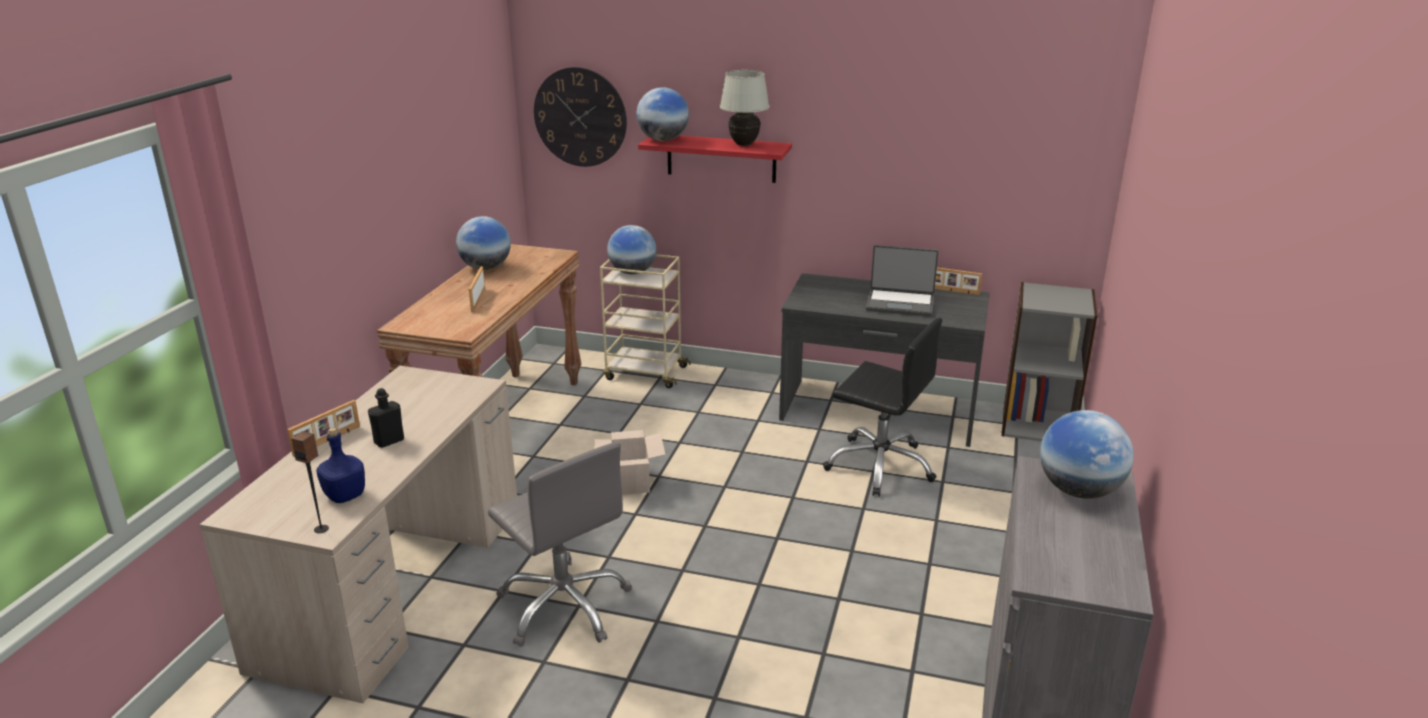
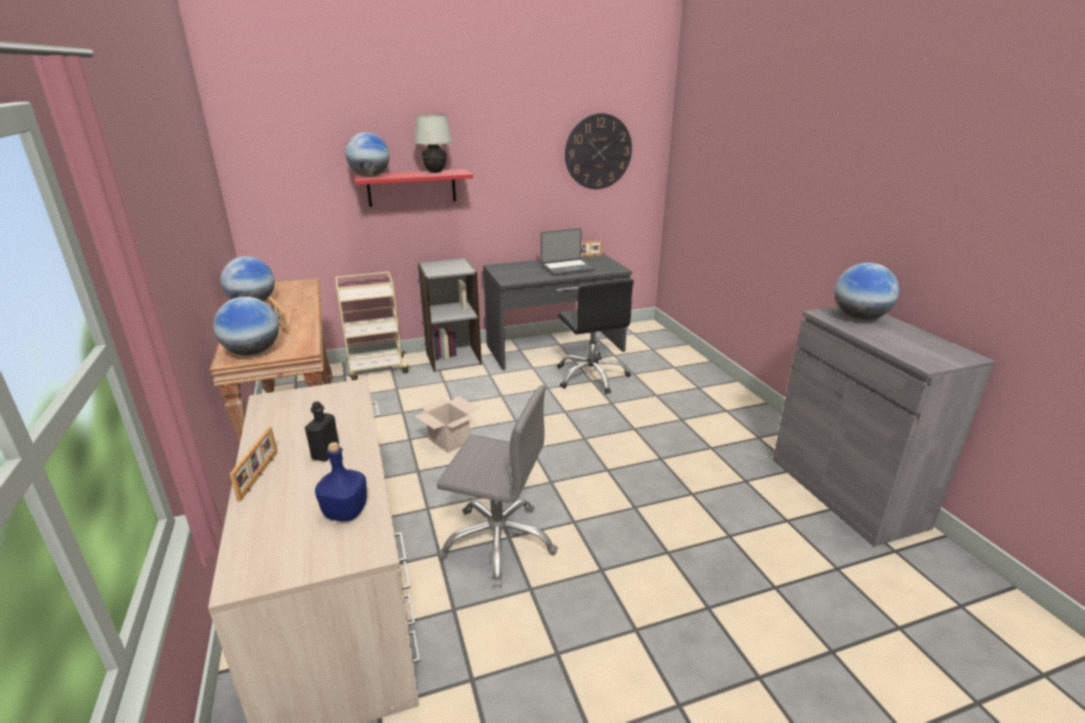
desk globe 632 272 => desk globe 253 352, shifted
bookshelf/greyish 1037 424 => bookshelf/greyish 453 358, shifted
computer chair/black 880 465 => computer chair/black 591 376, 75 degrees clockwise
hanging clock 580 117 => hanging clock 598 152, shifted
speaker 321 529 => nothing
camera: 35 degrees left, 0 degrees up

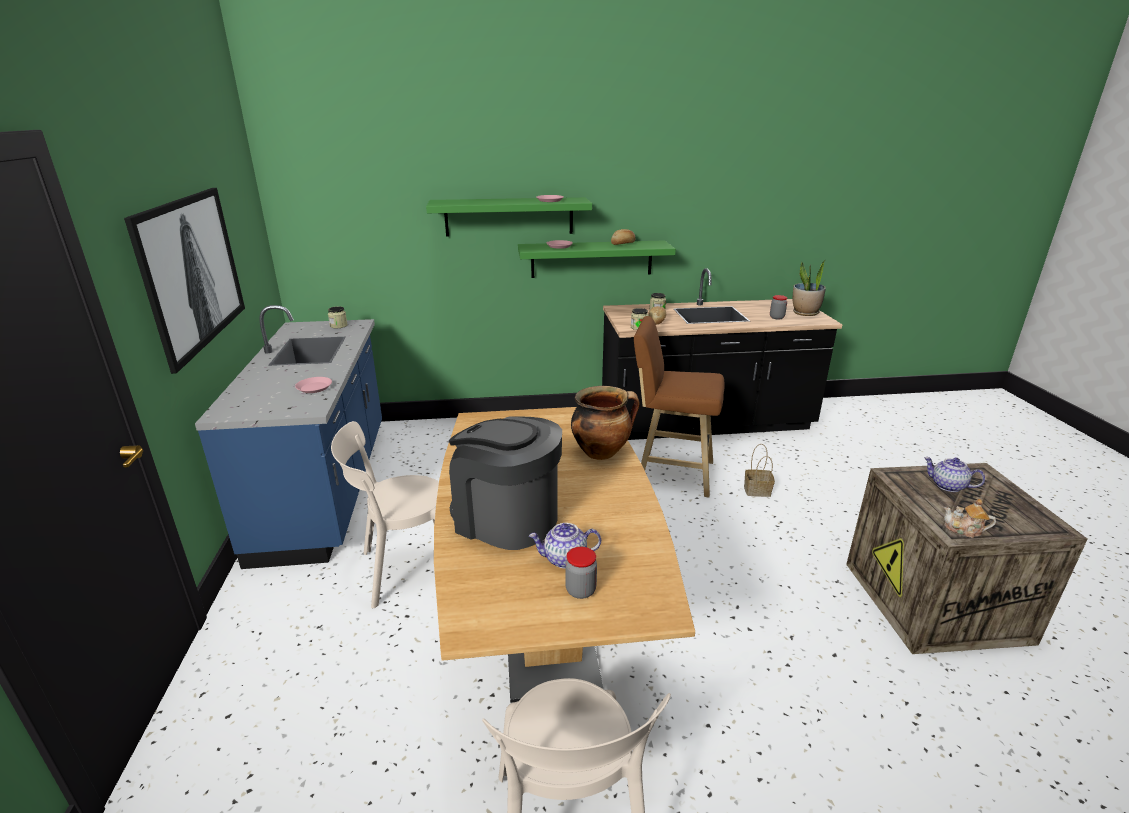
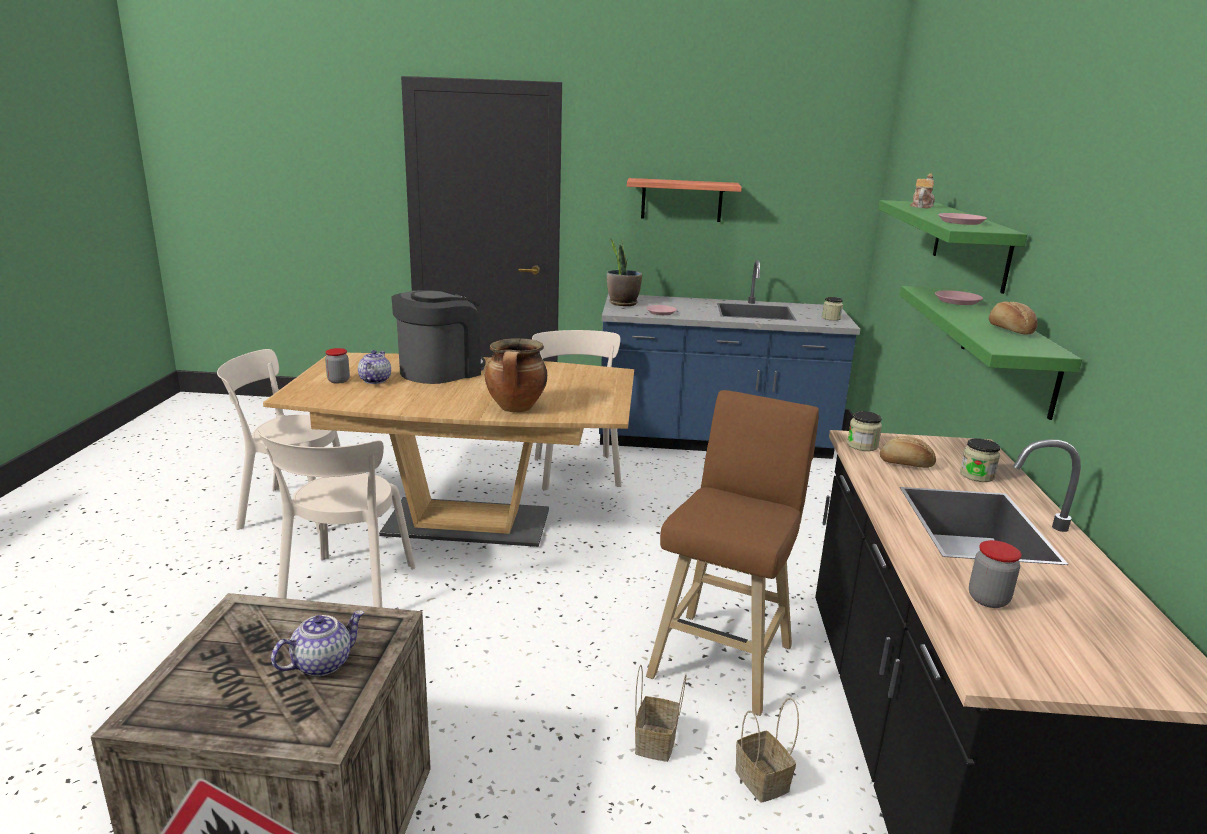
nothing => plain chair/beige-coloured 346 591
plant in a pot 805 313 => plant in a pot 622 303, shifted
wall art 190 272 => bracket shelf 681 200
nothing => household basket 763 781
teapot 964 530 => teapot 921 206, shifted
camera: 100 degrees right, 5 degrees down

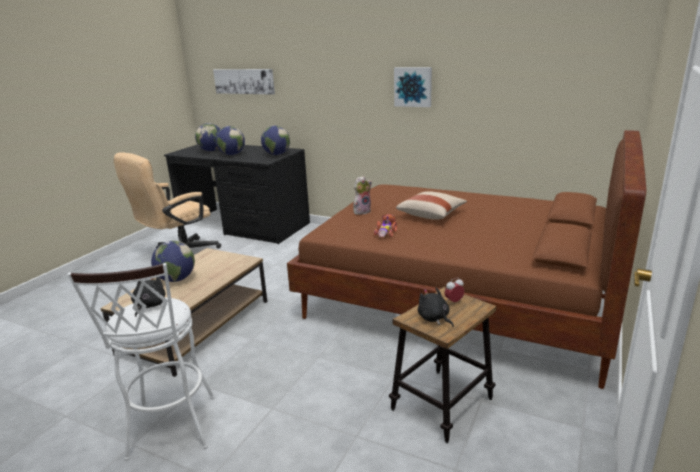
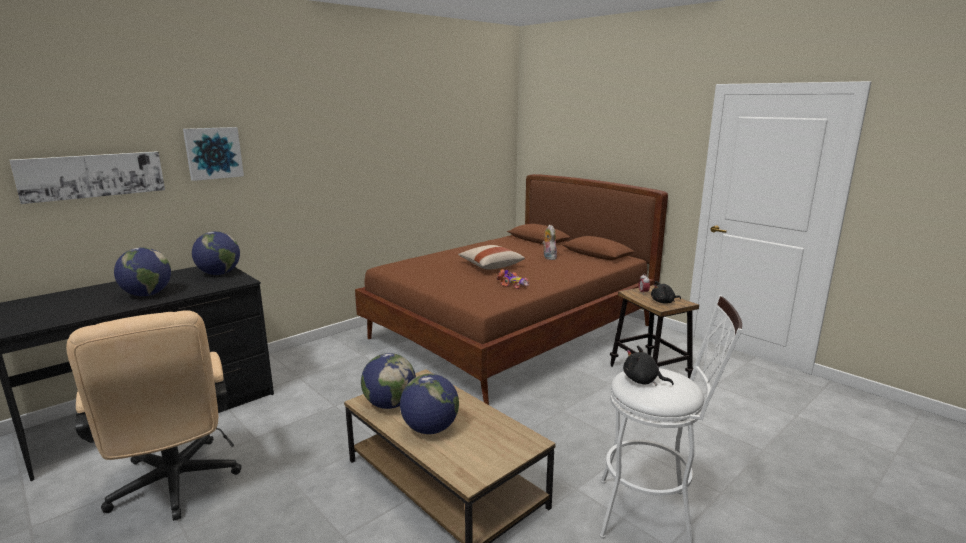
wall art 413 86 => wall art 213 153, shifted
desk globe 211 150 => desk globe 389 404, shifted
soft toy 362 211 => soft toy 548 257, shifted
camera: 70 degrees left, 5 degrees down

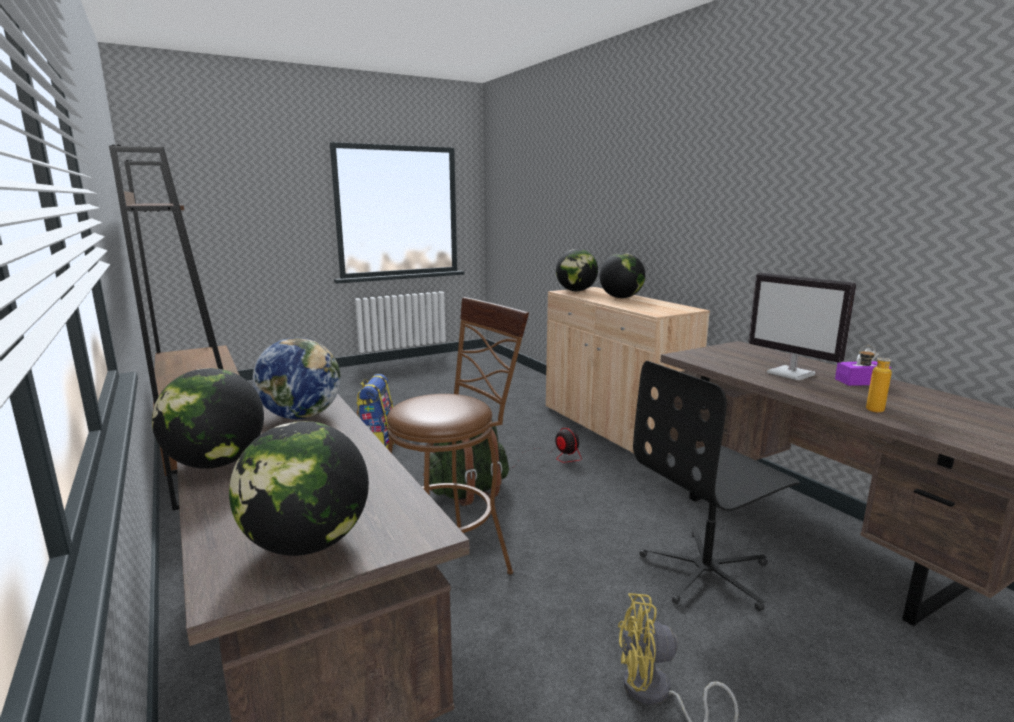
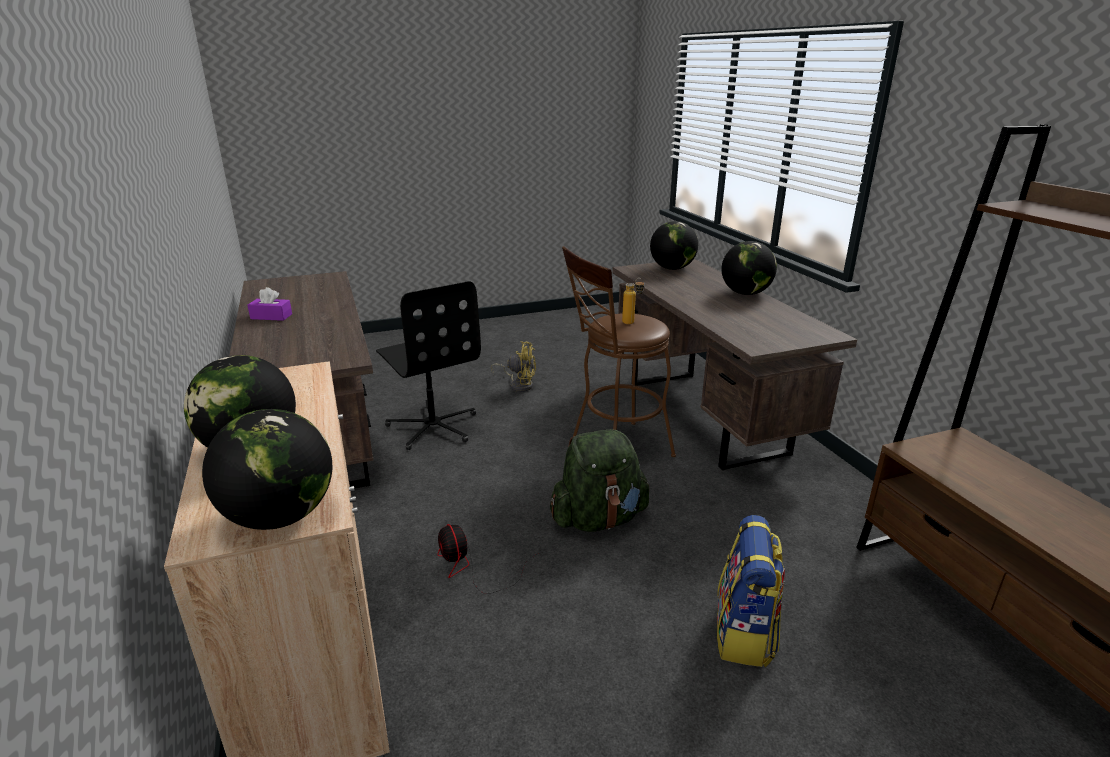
computer chair/black 707 572 => computer chair/black 433 426, 75 degrees clockwise
beverage bottle 867 409 => beverage bottle 632 323, shifted
desk globe 302 416 => nothing
monitor 791 374 => nothing
camera: 170 degrees left, 10 degrees up

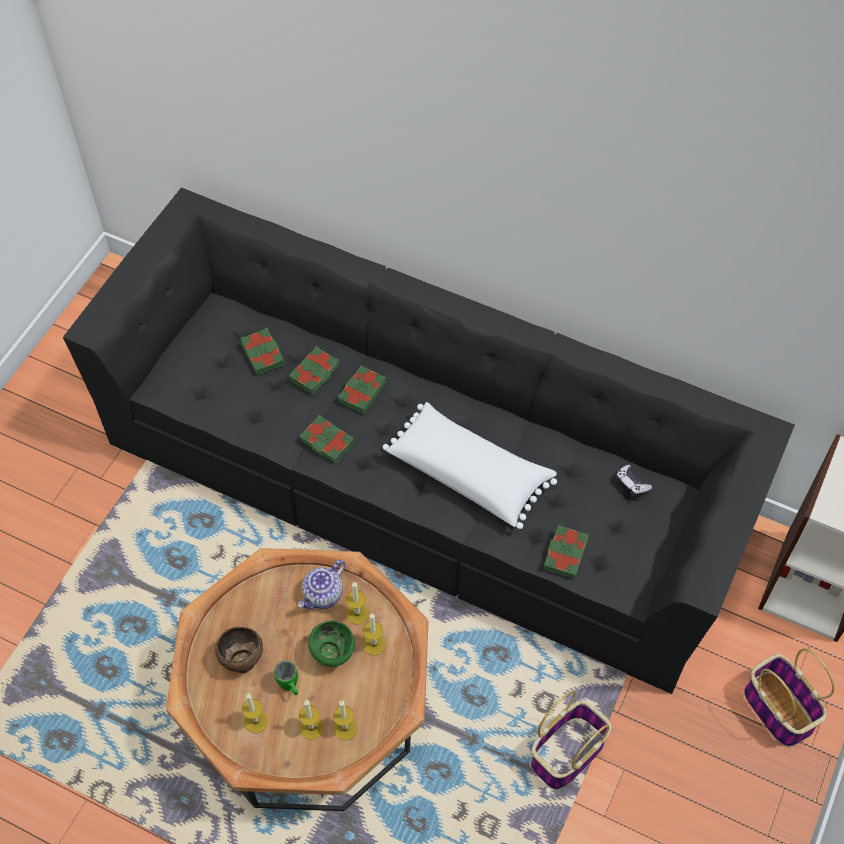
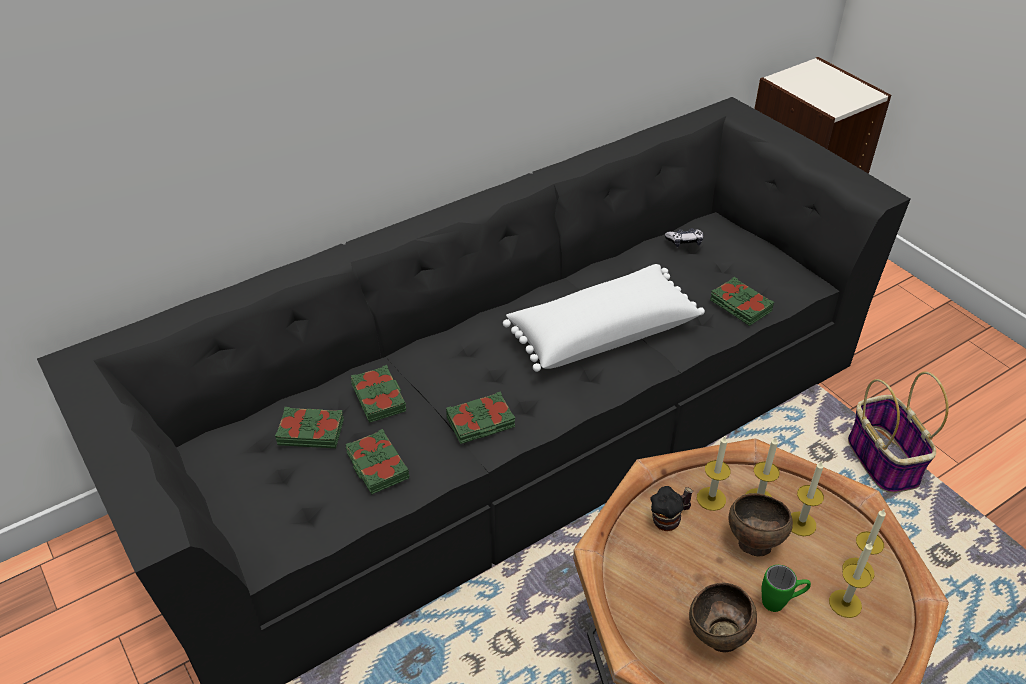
volume/green-coloured 361 392 => volume/green-coloured 377 466, shifted
teapot 323 595 => coffee mug 669 519
bowl/green-coloured 332 654 => bowl/brown 752 543
candle 256 721 => candle 801 524, shifted
household basket 777 708 => nothing
camera: 60 degrees left, 15 degrees down

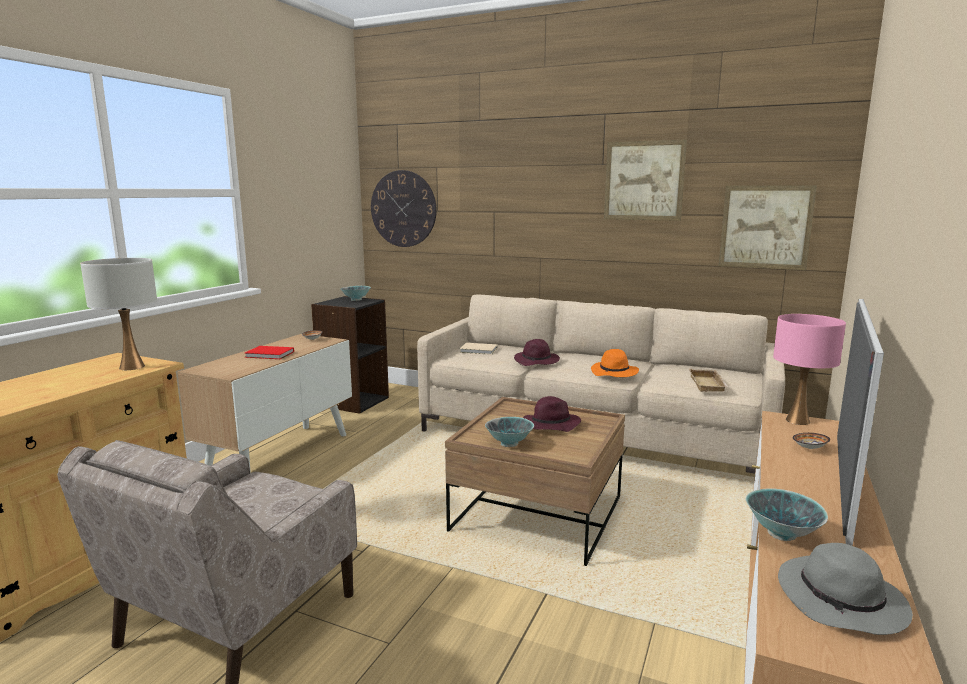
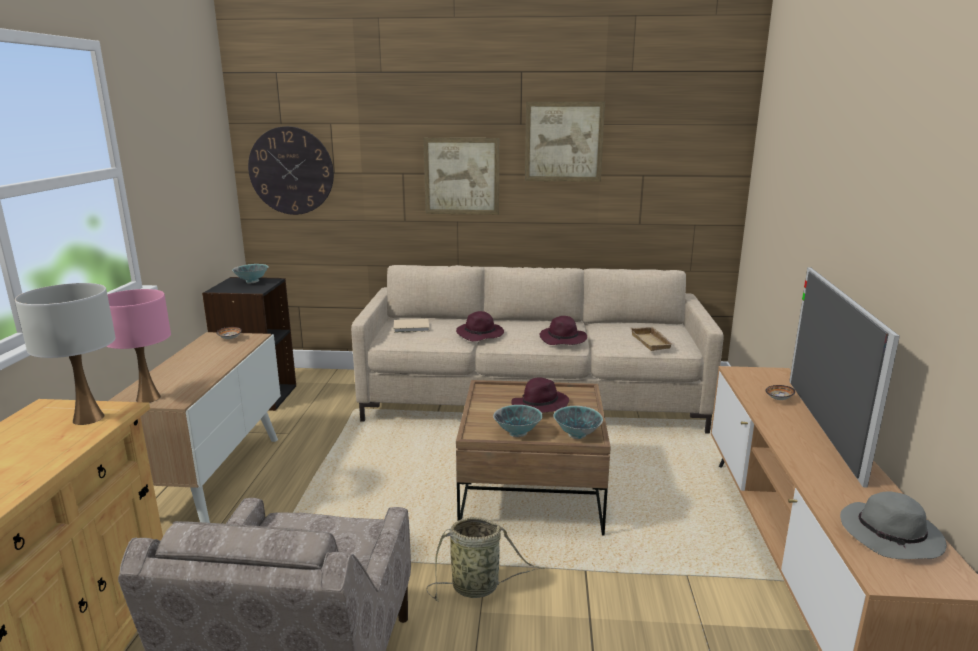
table lamp/pinkish 797 421 => table lamp/pinkish 148 398, shifted
wall art 765 227 => wall art 461 176, shifted
nothing => household basket 478 587
wearable hat/orange-coloured 614 373 => wearable hat/purple 563 339
bowl 781 534 => bowl 576 435, shifted
volume/red 270 355 => nothing
camera: 20 degrees left, 5 degrees up

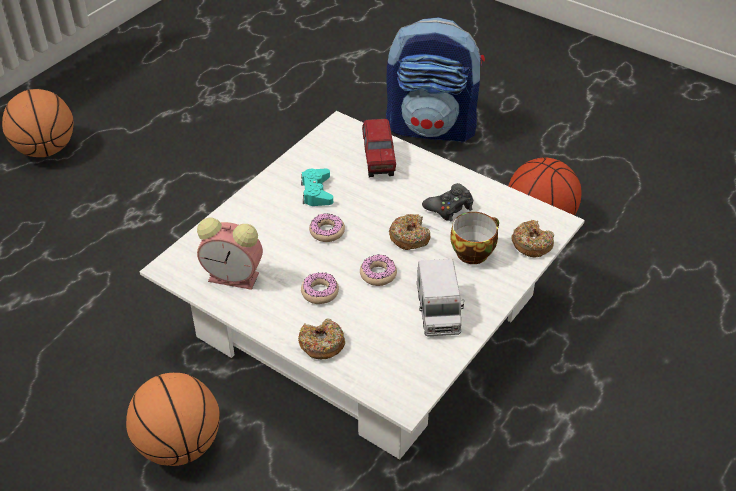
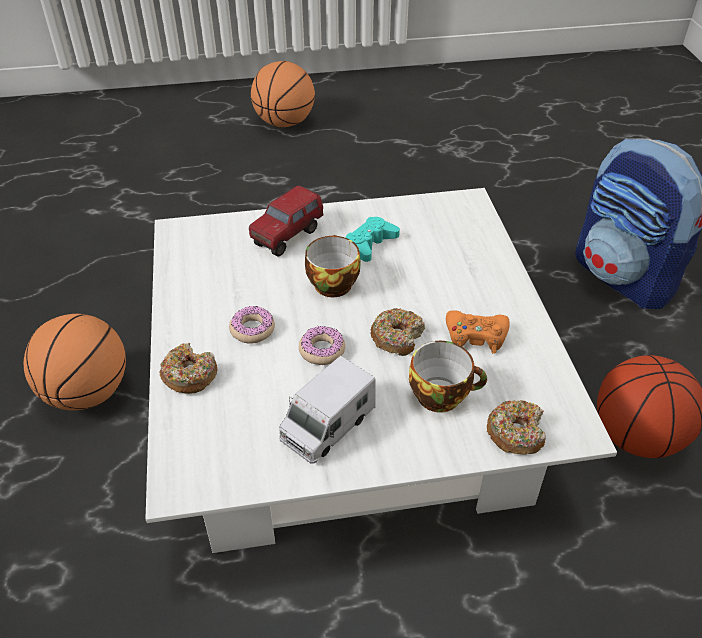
toy truck 378 161 => toy truck 288 237, shifted
donut 327 231 => small cup 331 283
joypad/black 449 207 => joypad/orange-coloured 476 336
table clock 236 277 => nothing
camera: 45 degrees right, 0 degrees up

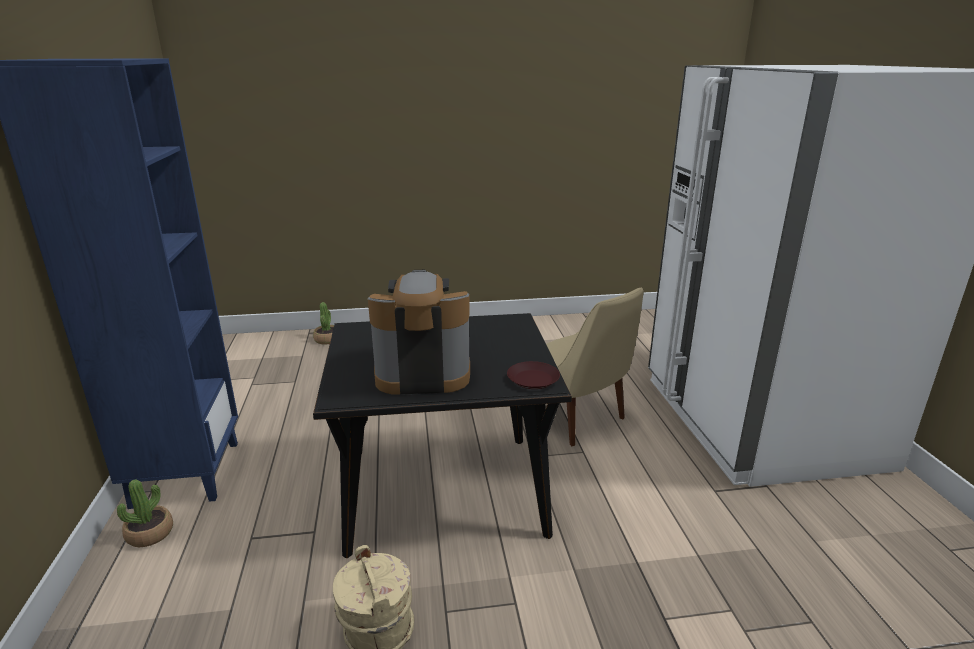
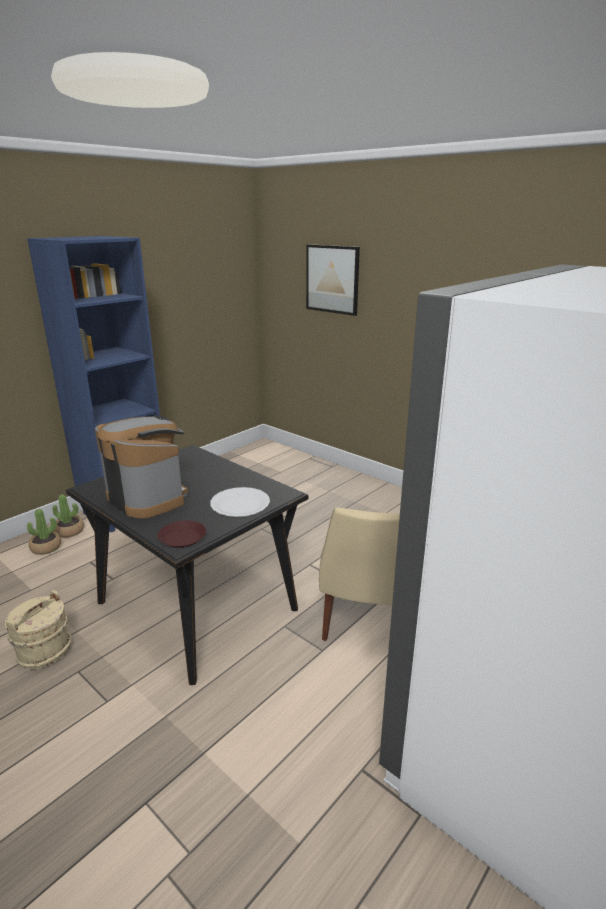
plant in a pot 327 339 => plant in a pot 46 548, shifted
nothing => flat dish/white 240 504
nothing => wall art 332 279
camera: 50 degrees right, 0 degrees up

